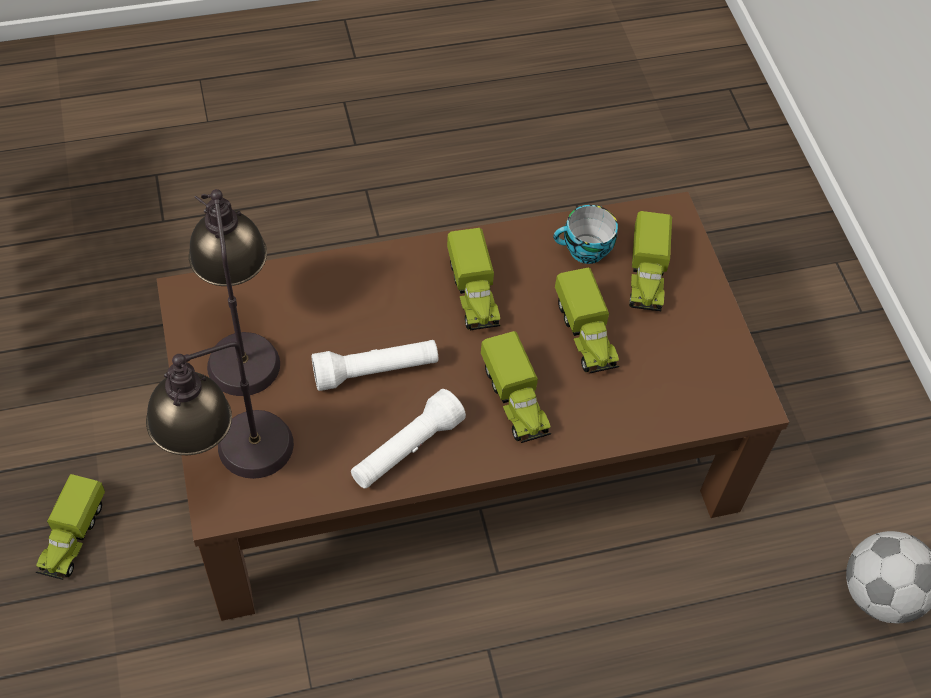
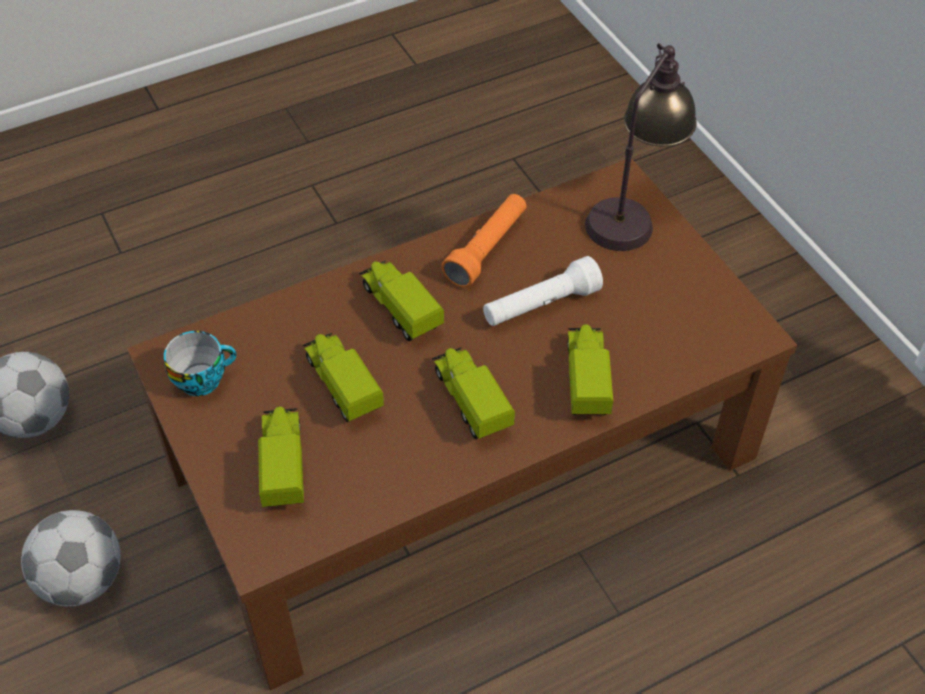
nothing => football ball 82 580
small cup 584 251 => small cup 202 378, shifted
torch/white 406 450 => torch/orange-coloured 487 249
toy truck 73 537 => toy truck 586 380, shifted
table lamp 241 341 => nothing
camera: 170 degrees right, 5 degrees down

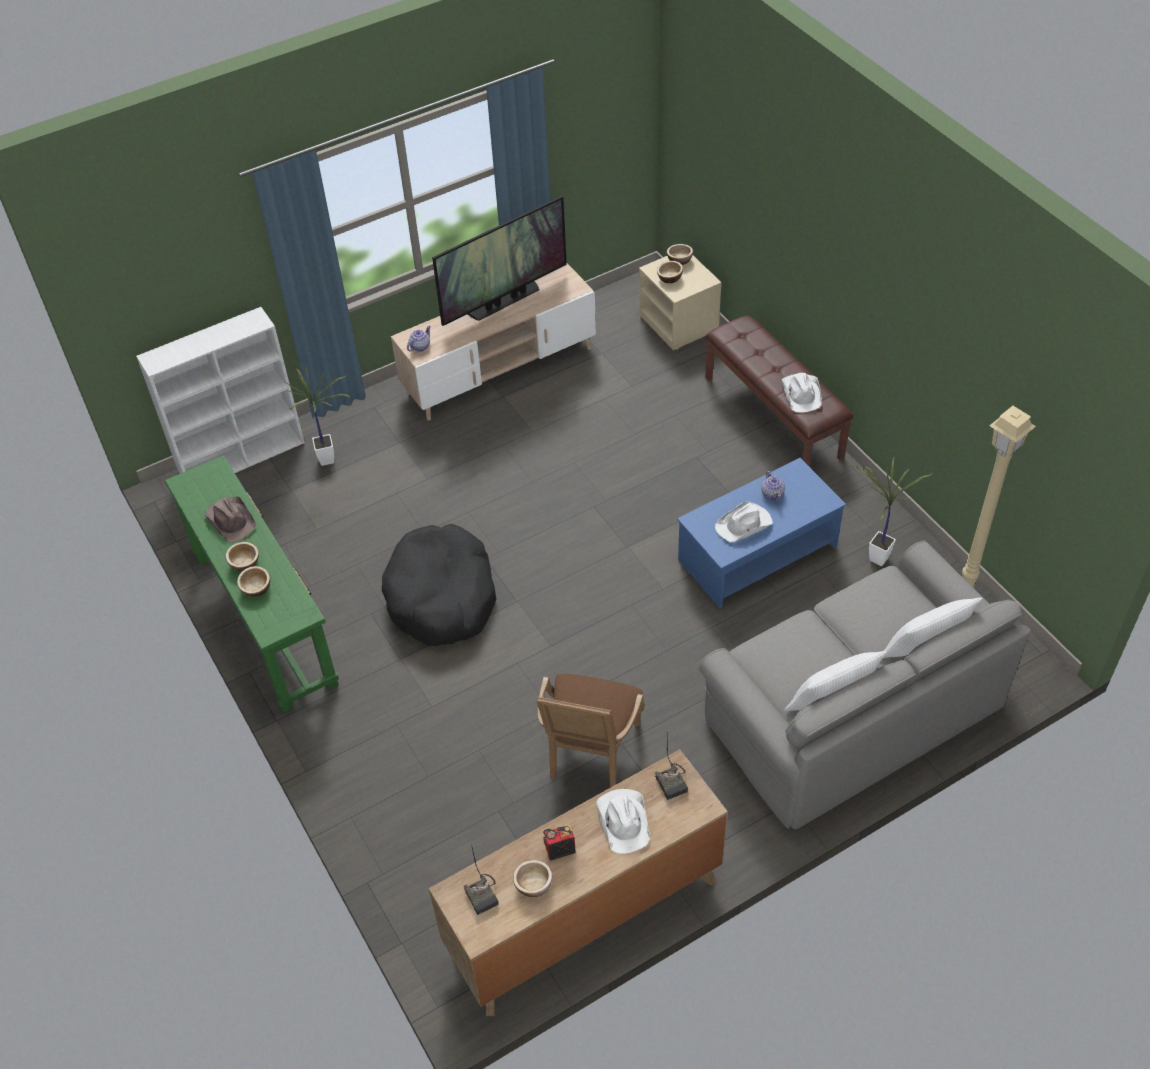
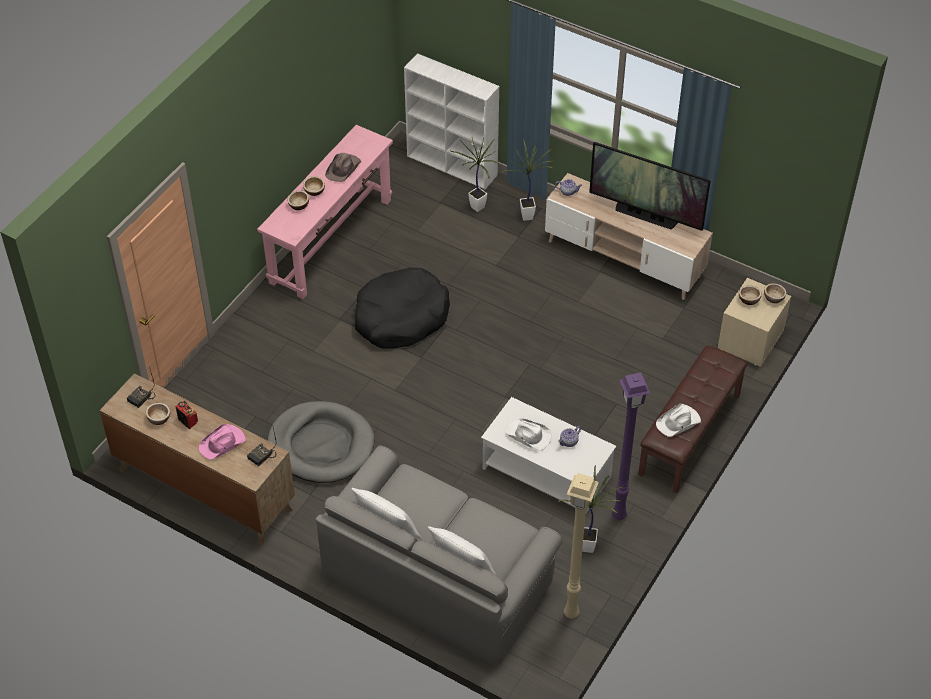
wearable hat/white 624 820 => wearable hat/pinkish 222 443
console table/green-coloured 265 619 => console table/pinkish 331 240
lounge chair/brown 590 755 => dog bed/greyish 321 445
low table/blue 756 554 => low table/white 546 472
nothing => plant in a pot 528 215
nothing => standing lamp/purple 618 516
camera: 60 degrees right, 0 degrees up

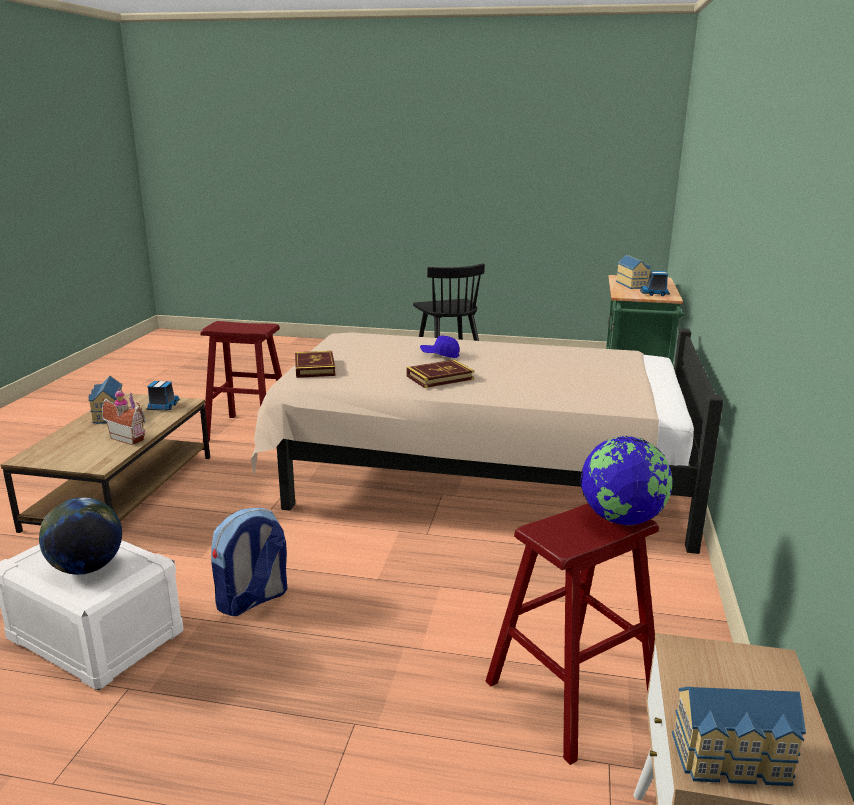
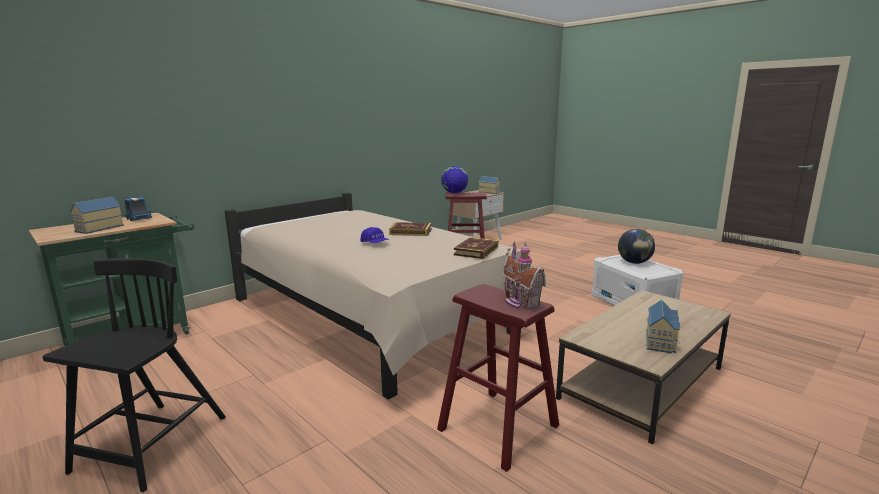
toy house 129 438 => toy house 519 302, shifted
toy truck 163 406 => nothing
backpack 252 600 => nothing
camera: 145 degrees left, 5 degrees down

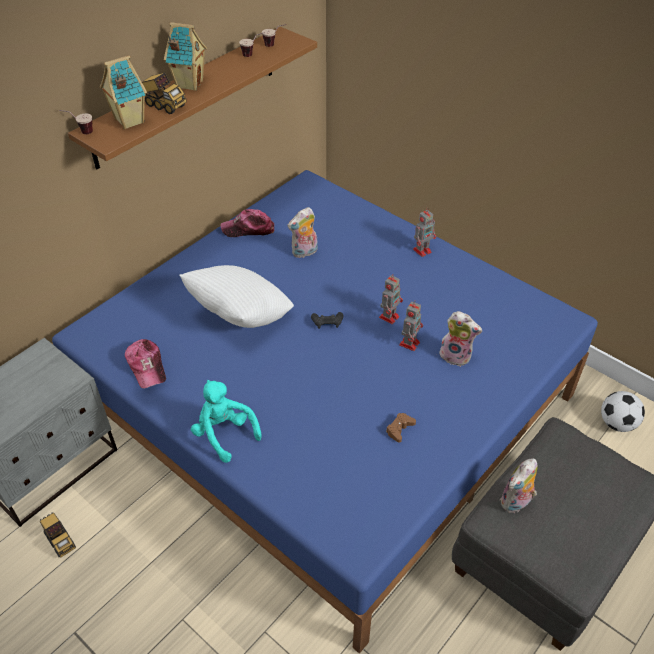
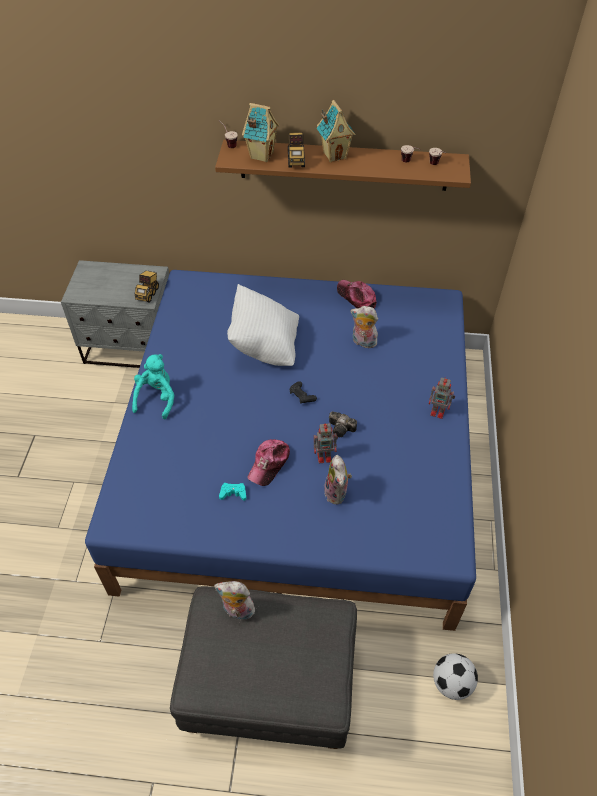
toy truck 60 541 => toy truck 148 293, shifted
joypad/brown 399 429 => joypad/turquoise 233 493
cap 147 367 => cap 269 464, shifted
toy robot 389 316 => photo camera 342 429
camera: 55 degrees right, 5 degrees up

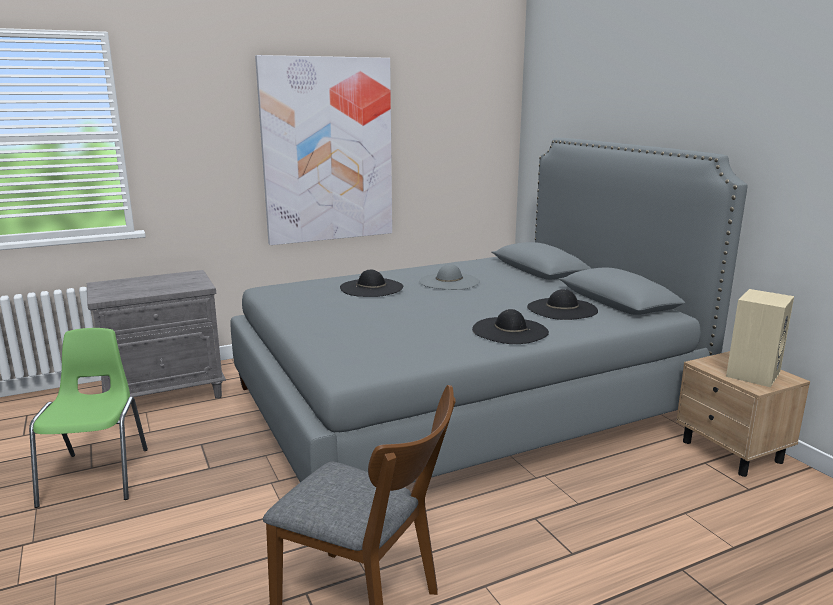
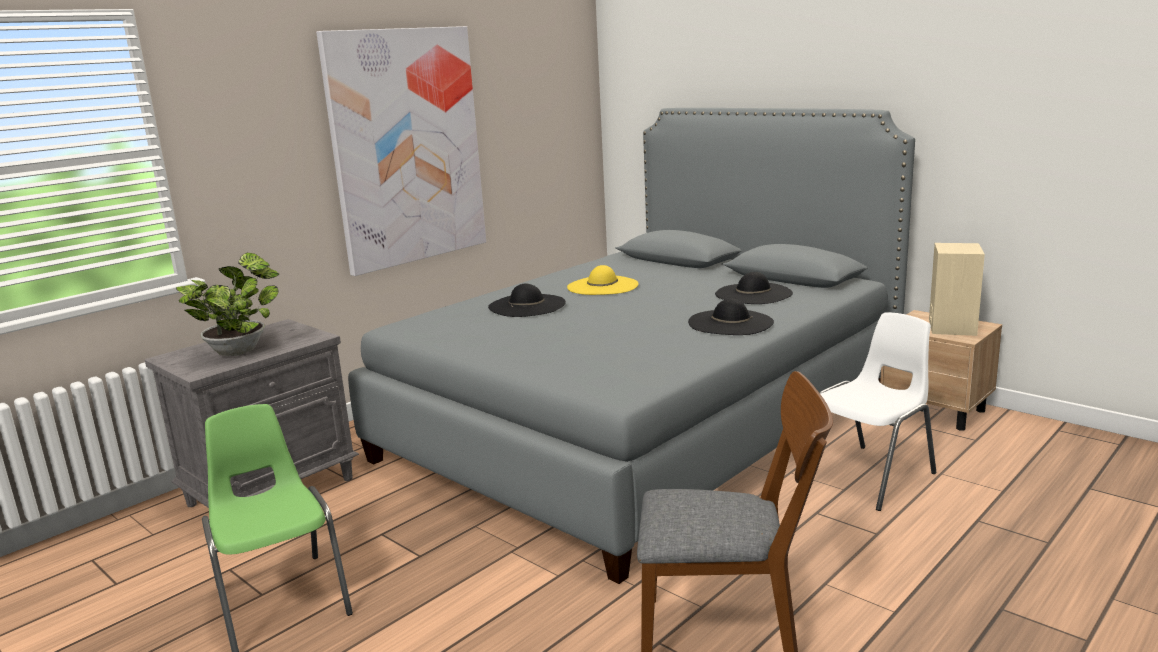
nothing => plant in a pot 240 350
wearable hat/greyish 449 281 => wearable hat/yellow 603 286
nothing => plain chair/white 870 476
camera: 20 degrees left, 0 degrees up

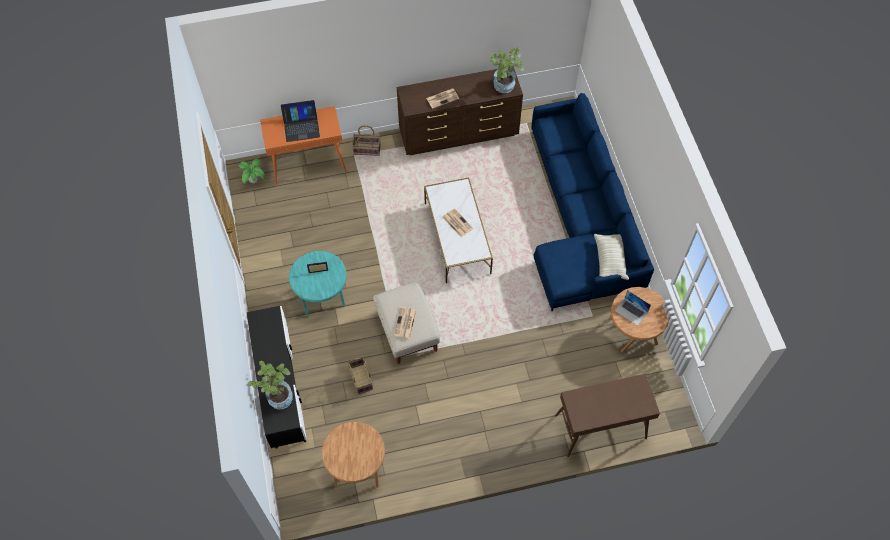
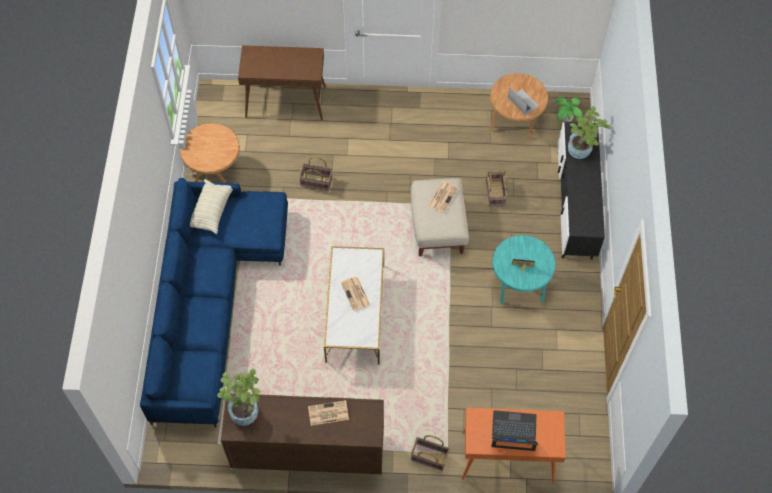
nothing => household basket 316 182
notebook computer 631 311 => notebook computer 523 102, shifted
plant in a pot 254 180 => plant in a pot 566 119, shifted
camera: 165 degrees left, 0 degrees up

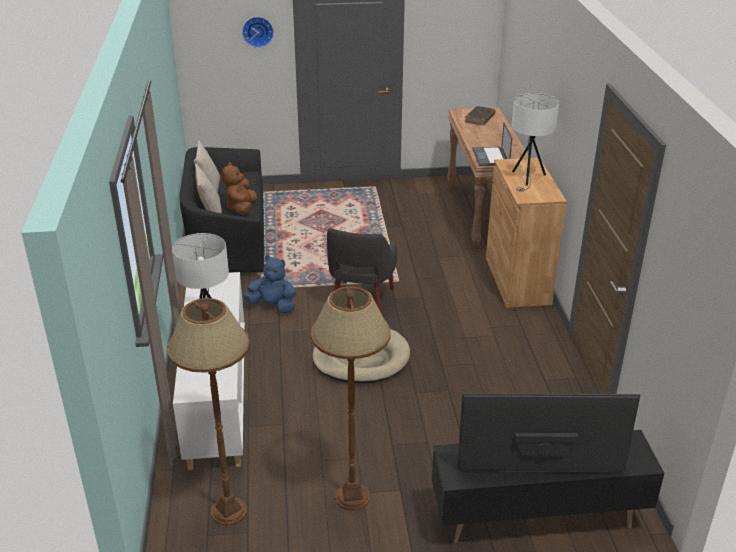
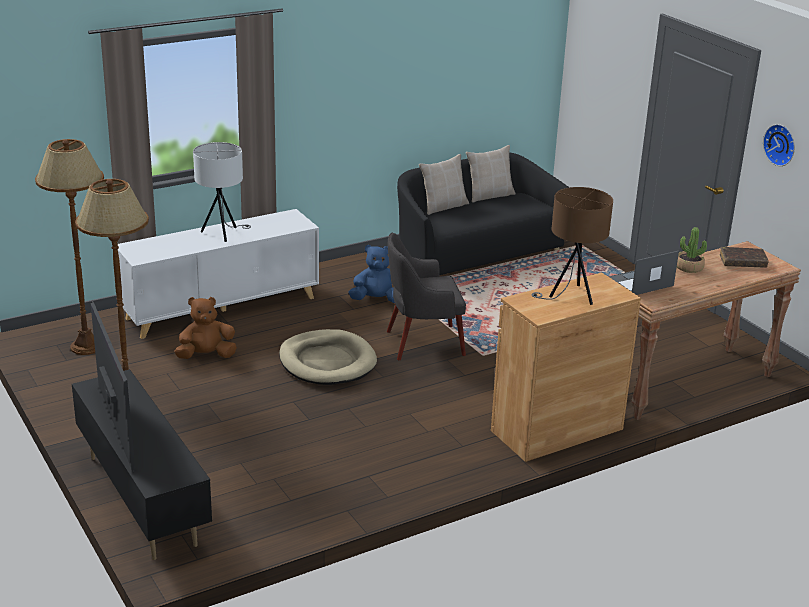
soft toy/brown 241 208 => soft toy/brown 206 356, shifted
soft toy/blue 273 306 => soft toy/blue 377 300, 90 degrees counterclockwise
table lamp/white 527 179 => table lamp/brown 570 296
nothing => plant in a pot 689 267
hanging clock 257 31 => hanging clock 781 144, shifted
camera: 65 degrees right, 5 degrees down

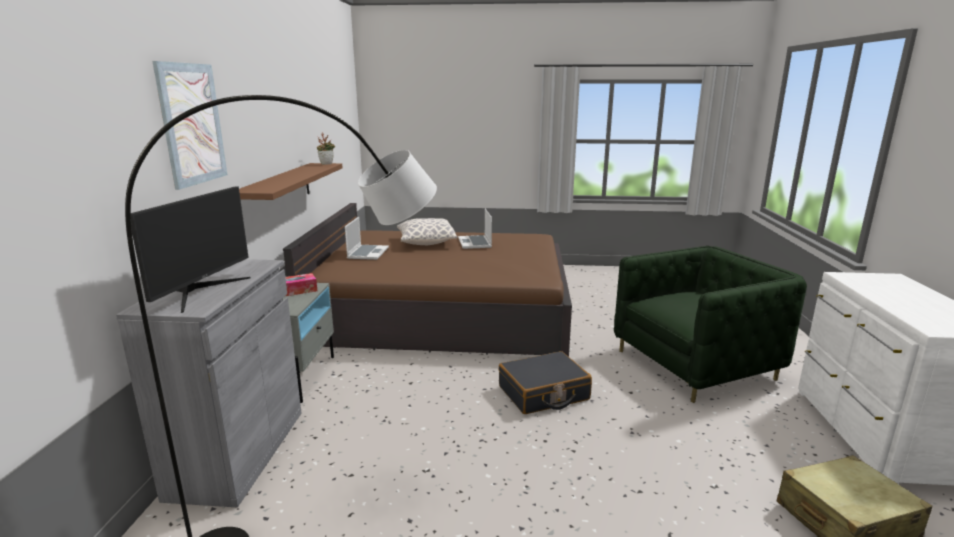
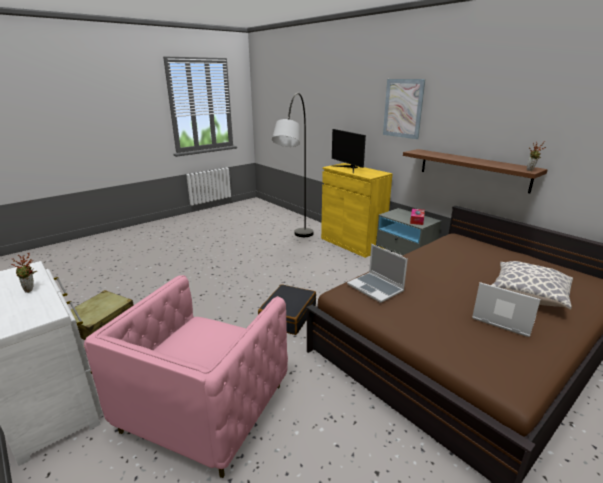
nothing => plant in a pot 31 289
lounge chair/green-coloured 694 365 => lounge chair/pinkish 204 408
cabinet/greyish 238 452 => cabinet/yellow 352 243
notebook computer 367 253 => notebook computer 376 288, shifted
camera: 135 degrees right, 5 degrees up

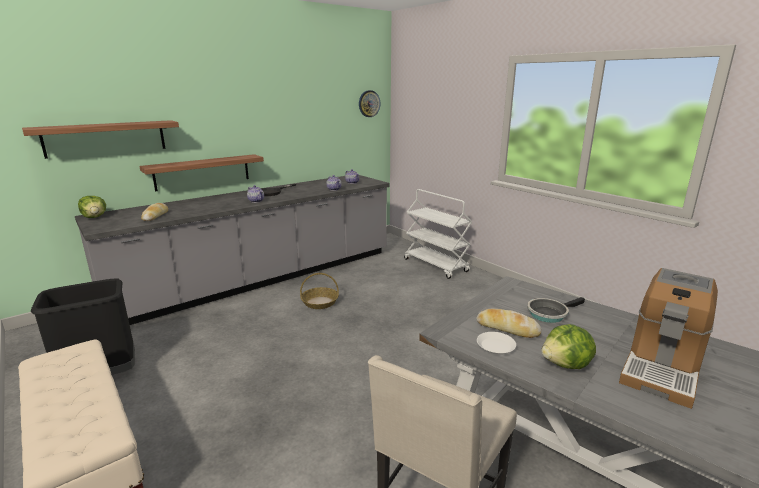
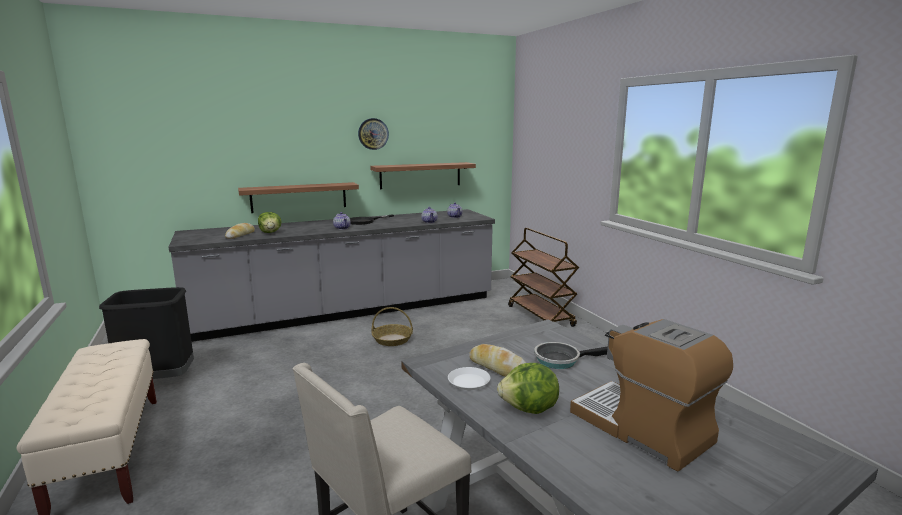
lettuce head 95 217 => lettuce head 270 232, shifted
hanging clock 369 103 => hanging clock 373 134, shifted
bracket shelf 106 138 => bracket shelf 420 175, shifted
wheeled cart/white 436 265 => wheeled cart/brown 541 316
coffee machine 662 367 => coffee machine 642 428, 90 degrees clockwise
camera: 15 degrees right, 5 degrees down

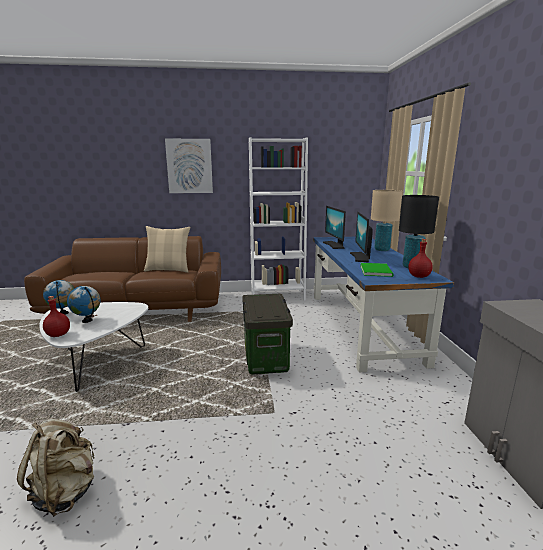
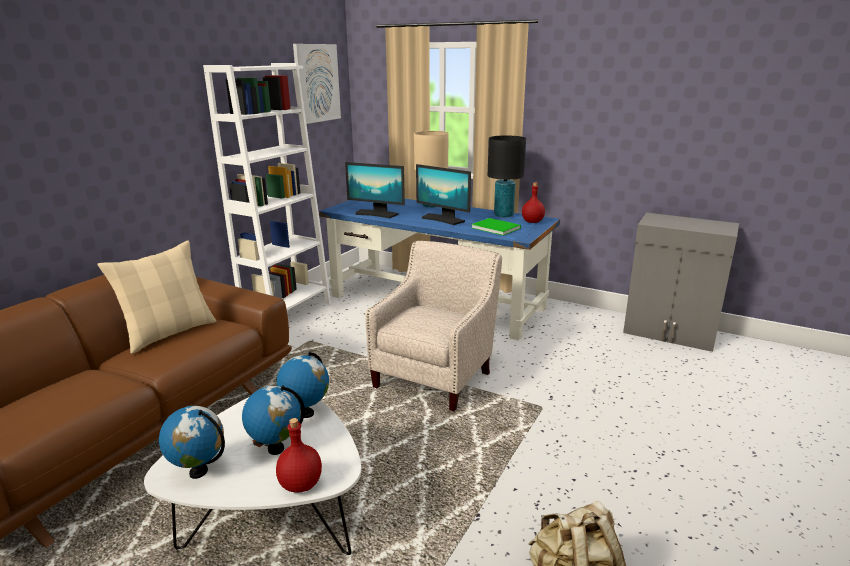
nothing => desk globe 306 413
wall art 189 166 => wall art 316 83, shifted
storage bin 266 358 => lounge chair/beige-coloured 436 376
camera: 55 degrees left, 5 degrees up

